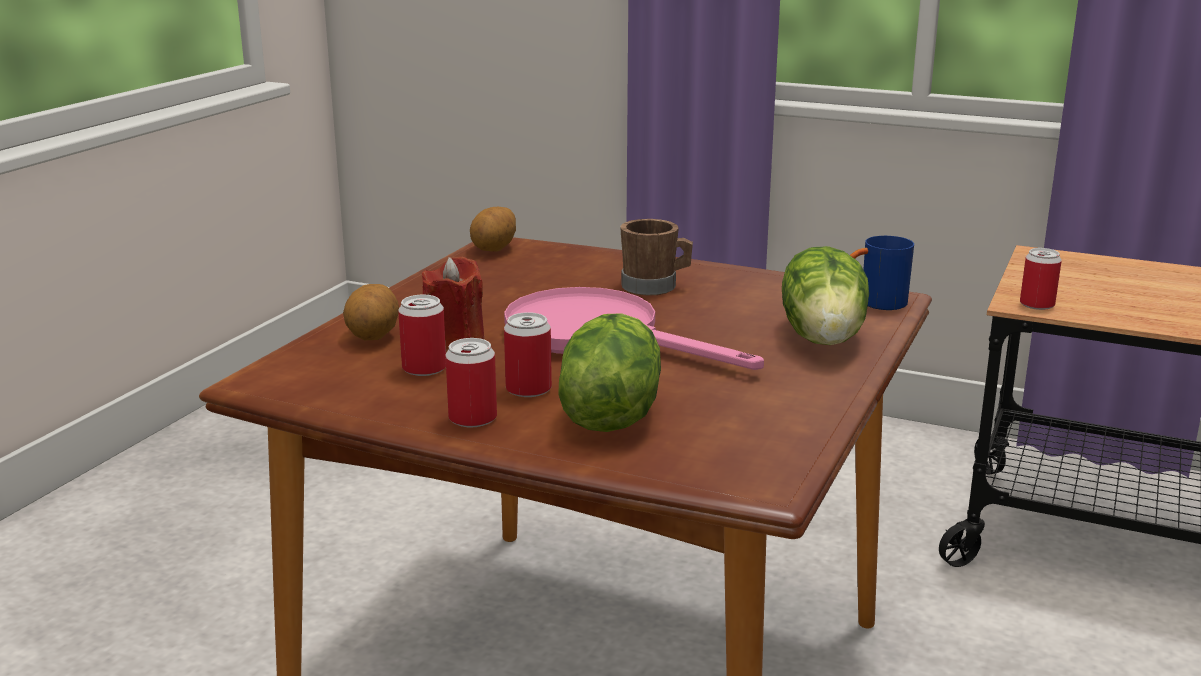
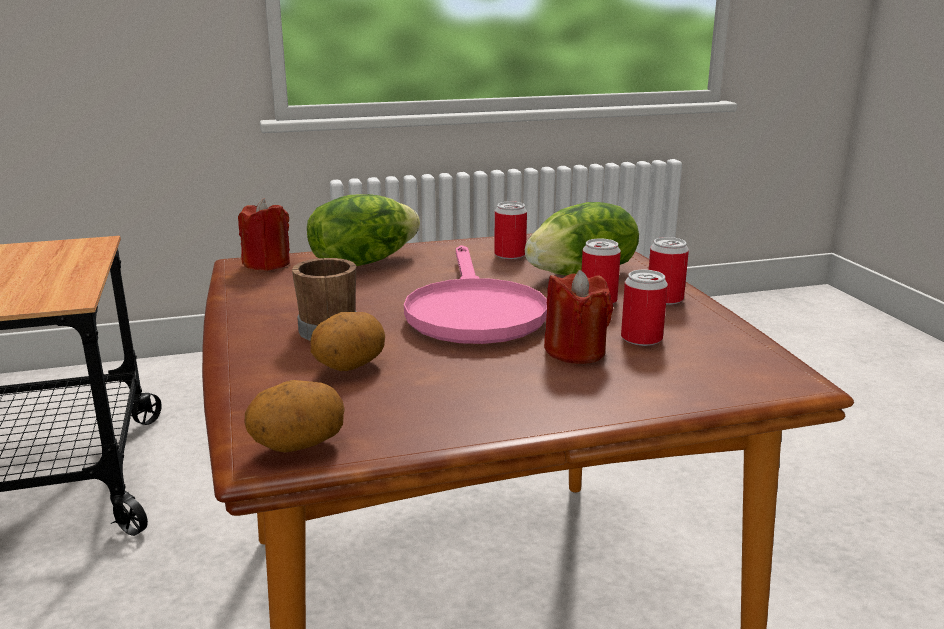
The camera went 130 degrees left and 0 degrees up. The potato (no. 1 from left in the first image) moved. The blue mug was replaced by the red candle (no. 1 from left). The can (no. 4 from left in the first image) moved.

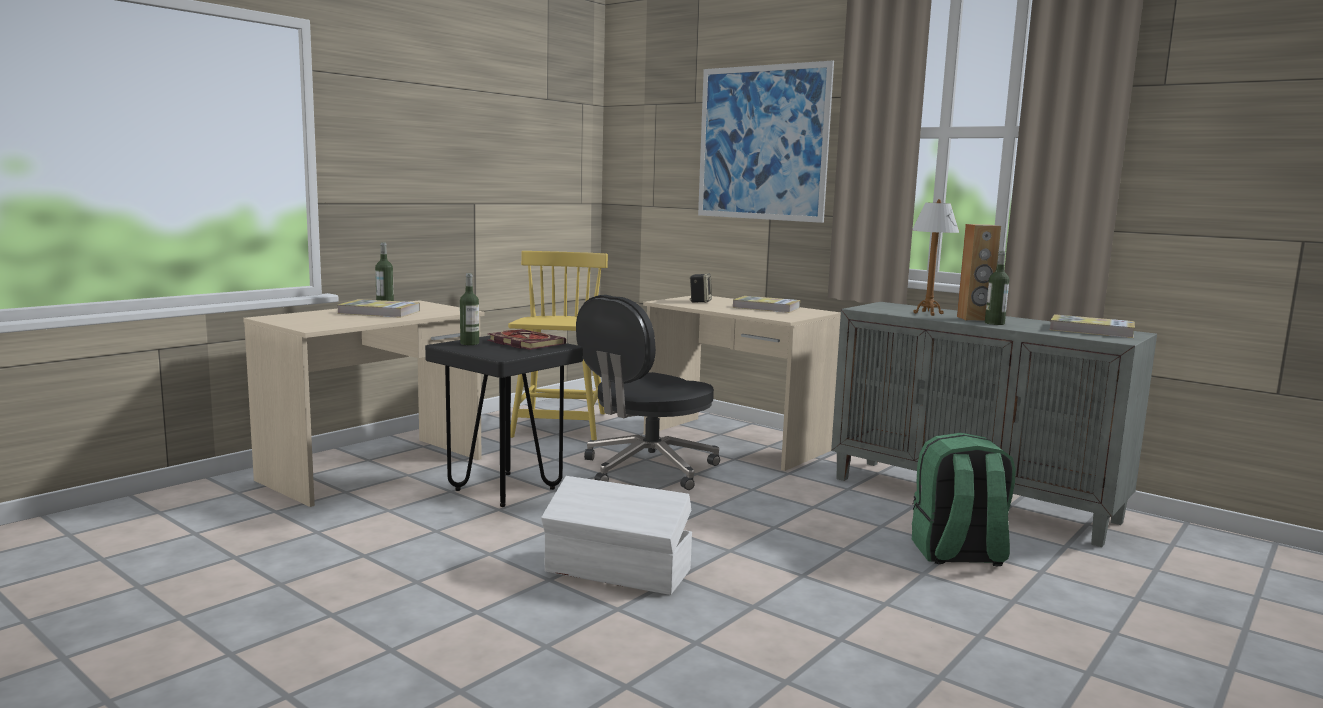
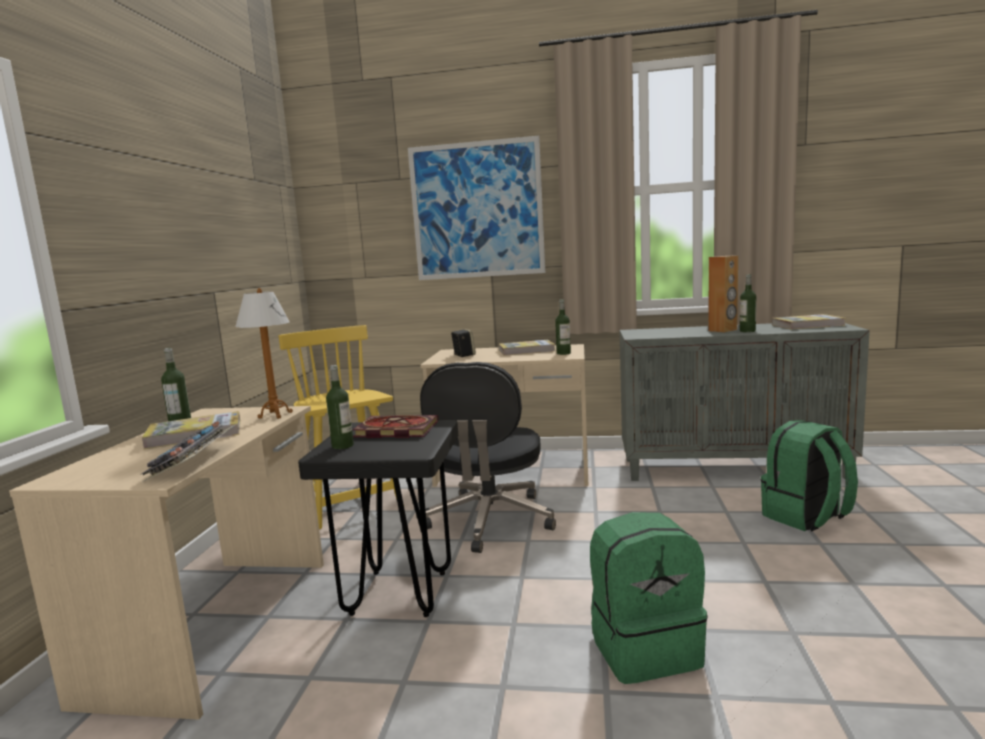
The camera went 30 degrees left and 0 degrees up. The white storage box was replaced by the green backpack (no. 1 from left). The table lamp moved. The keyboard appeared. The bottle (no. 3 from left) appeared.

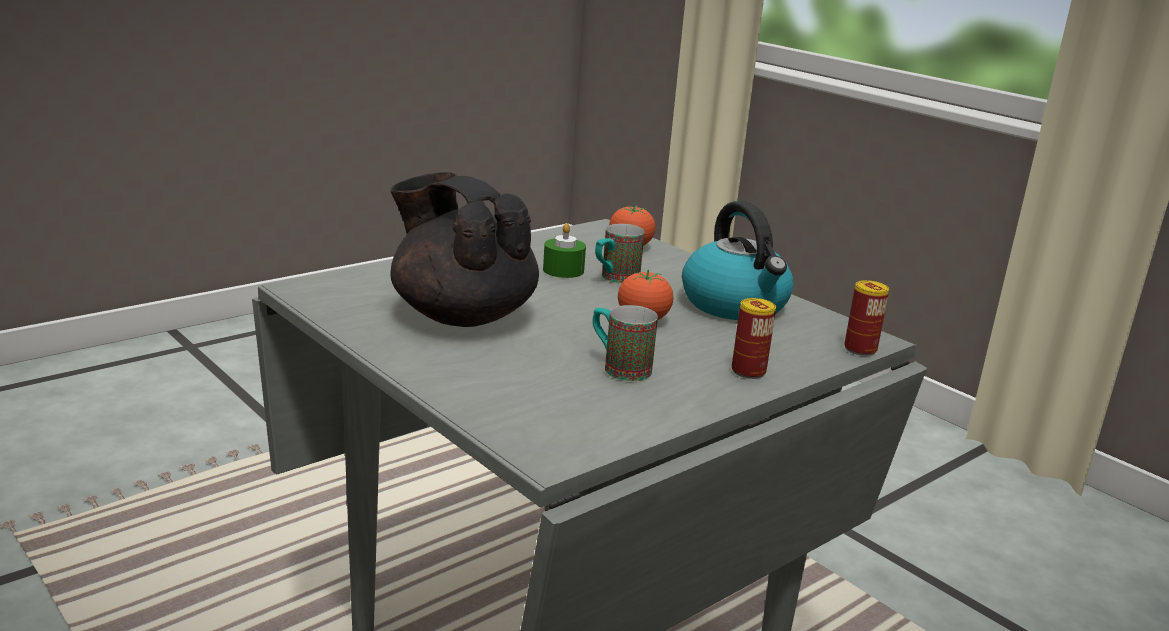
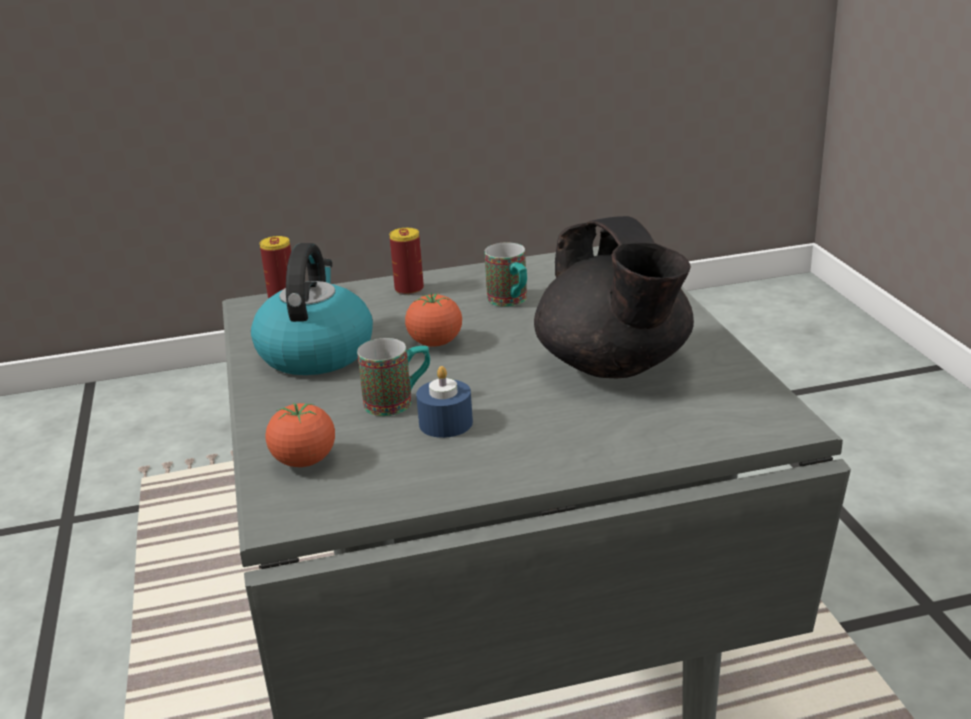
The camera went 150 degrees left and 5 degrees up. The green candle became the blue candle.

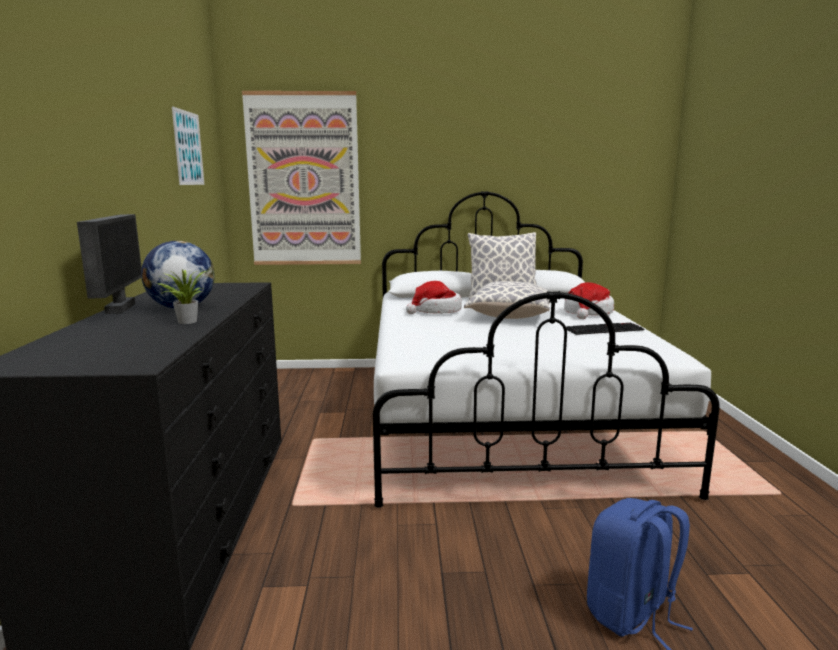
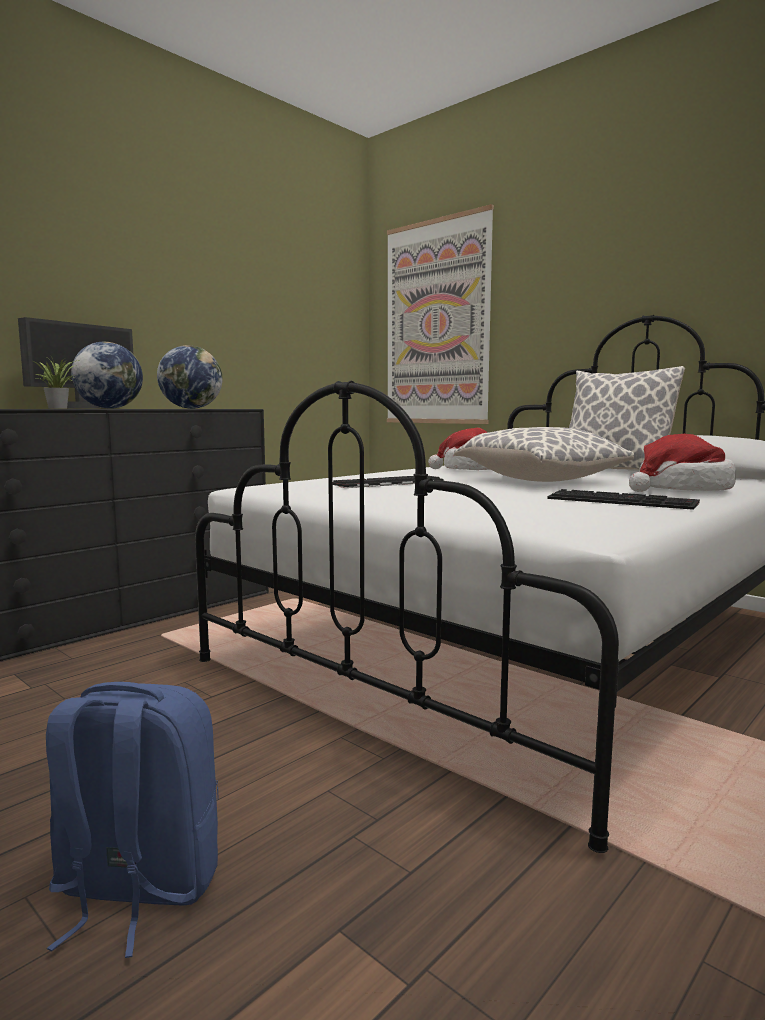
The camera went 45 degrees right and 5 degrees down. The picture (no. 1 from left) disappeared. The globe (no. 2 from left) appeared. The keyboard (no. 1 from left) appeared.

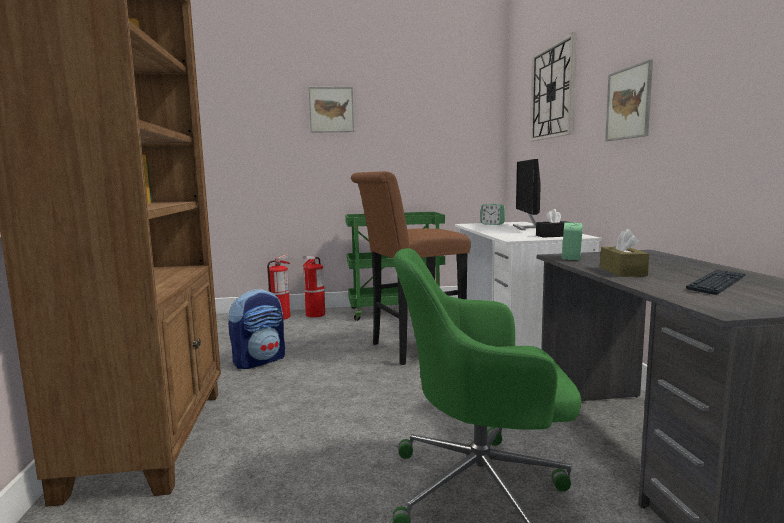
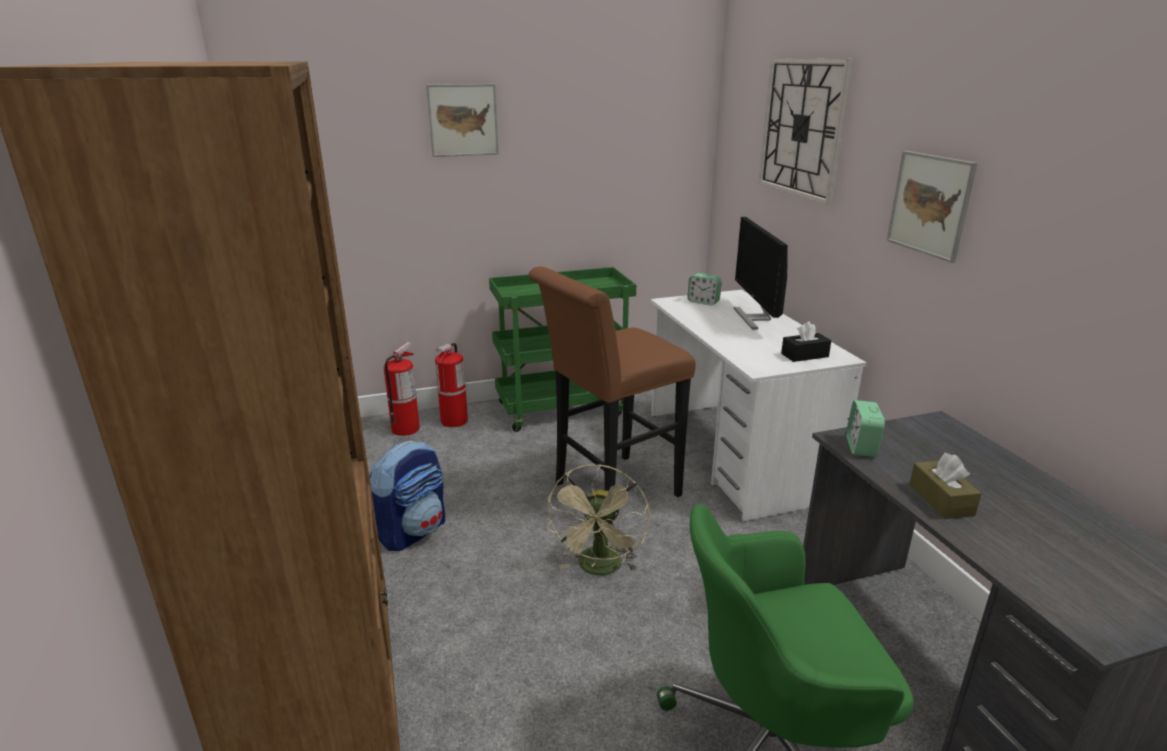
The camera went 10 degrees left and 15 degrees up. The keyboard disappeared. The beige fan appeared.

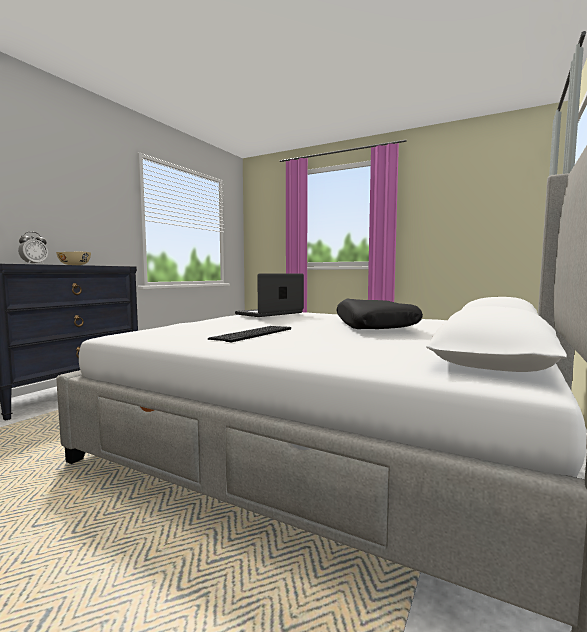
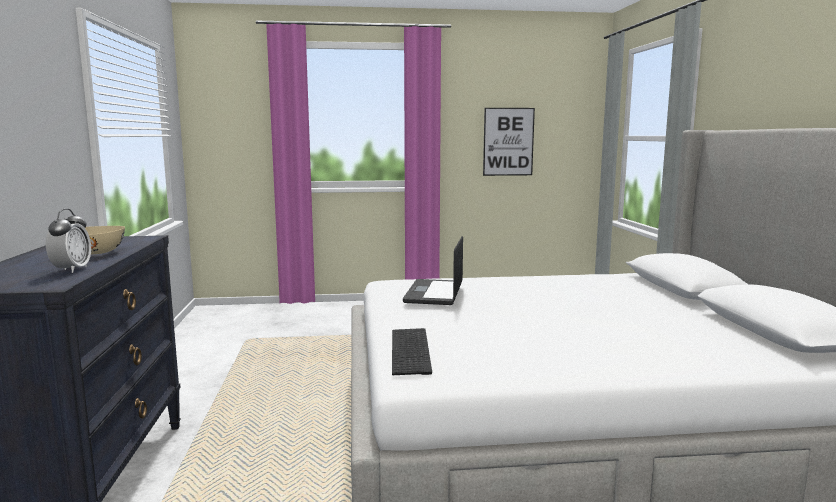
The camera went 35 degrees left and 5 degrees up. The keyboard moved. The black pillow disappeared. The picture appeared.

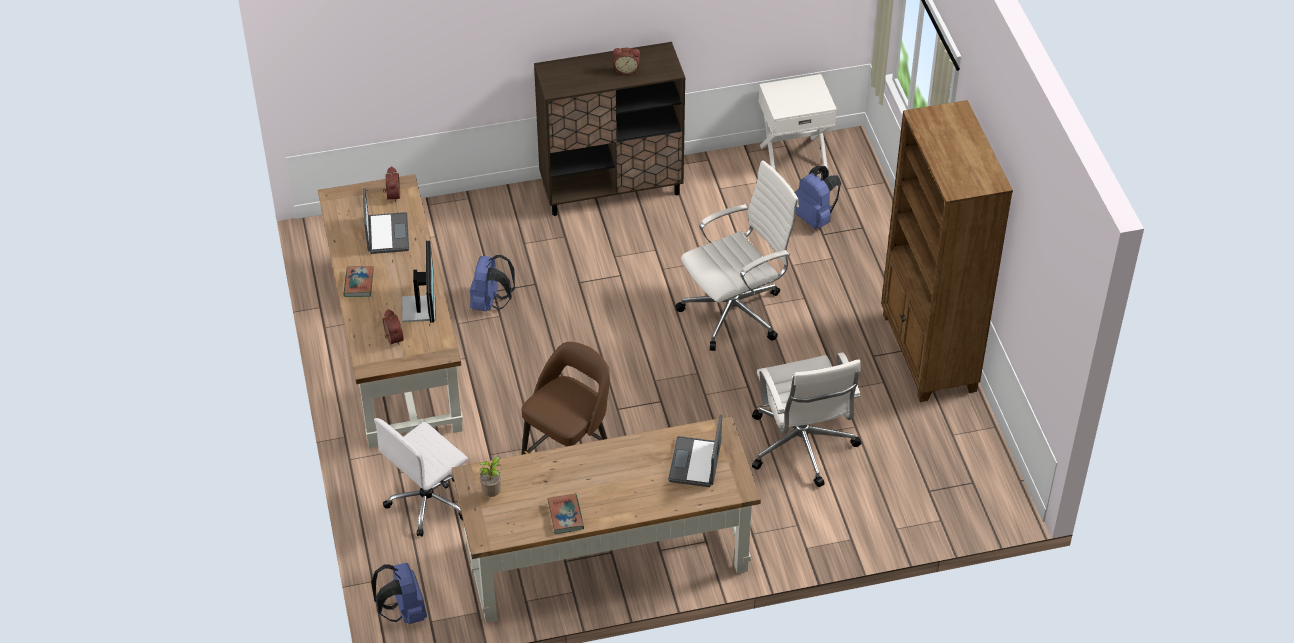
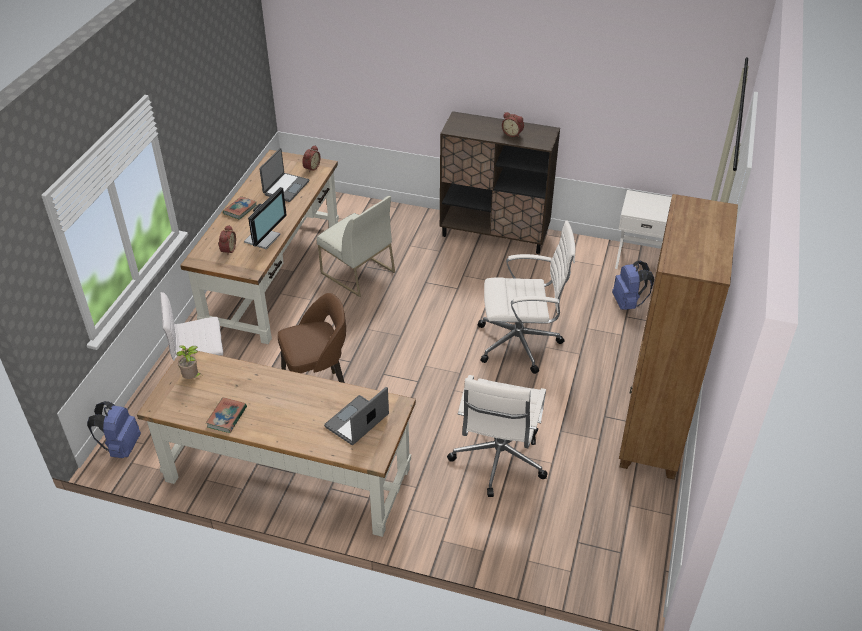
The camera went 30 degrees right and 5 degrees down. The blue backpack (no. 2 from left) was replaced by the white chair.

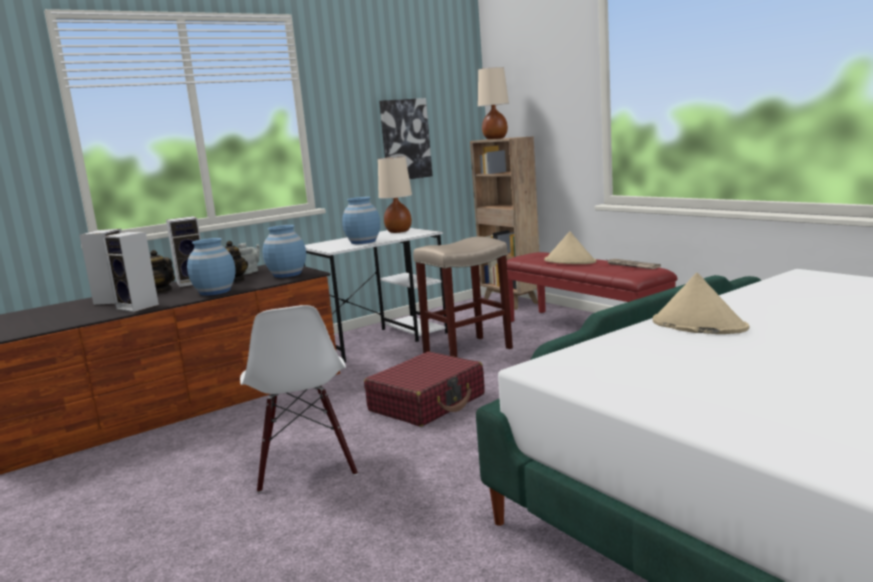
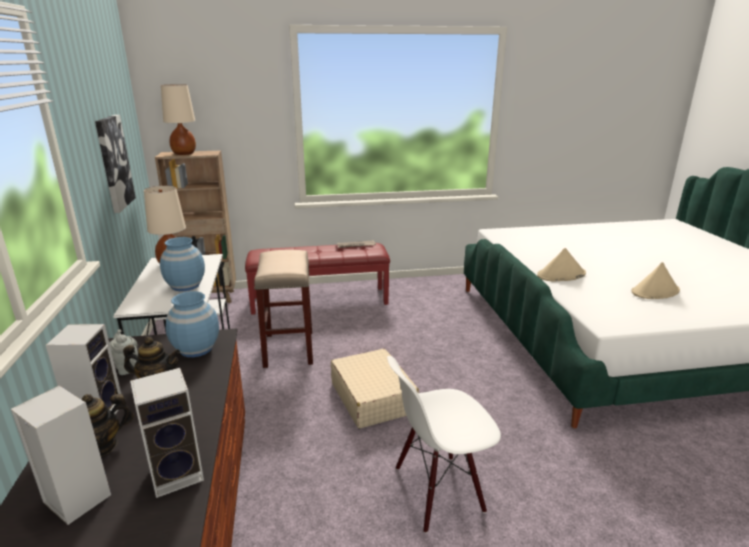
The camera went 65 degrees left and 10 degrees up. The blue vase (no. 1 from left) disappeared. The white chair turned 150 degrees clockwise. The red suitcase became the beige suitcase. The beige hat (no. 1 from left in the first image) moved.

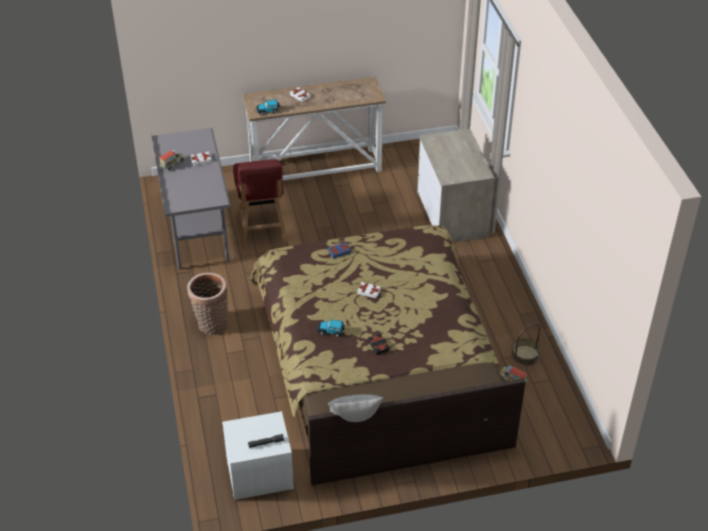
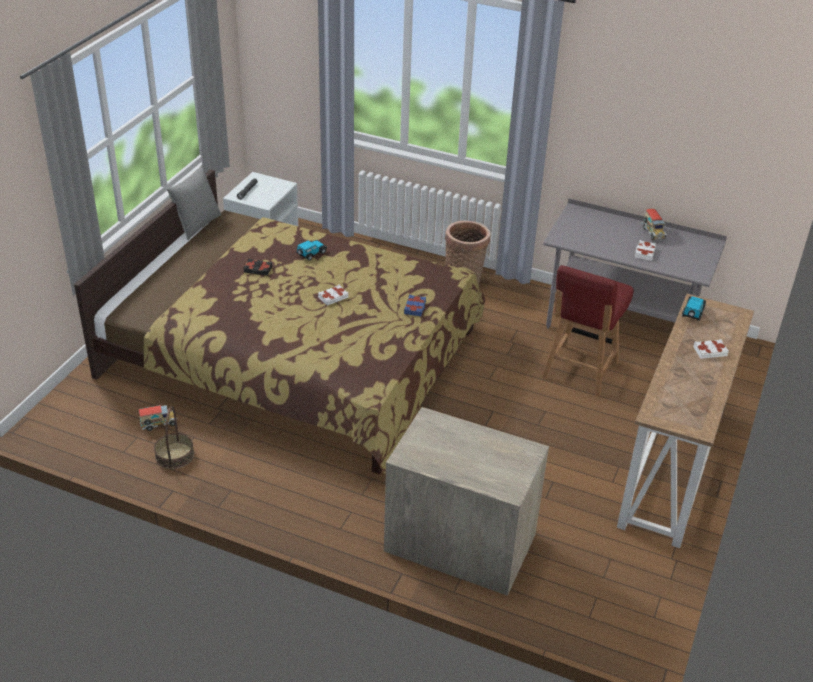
The camera went 125 degrees right and 5 degrees down. The red chair turned 90 degrees counterclockwise.

